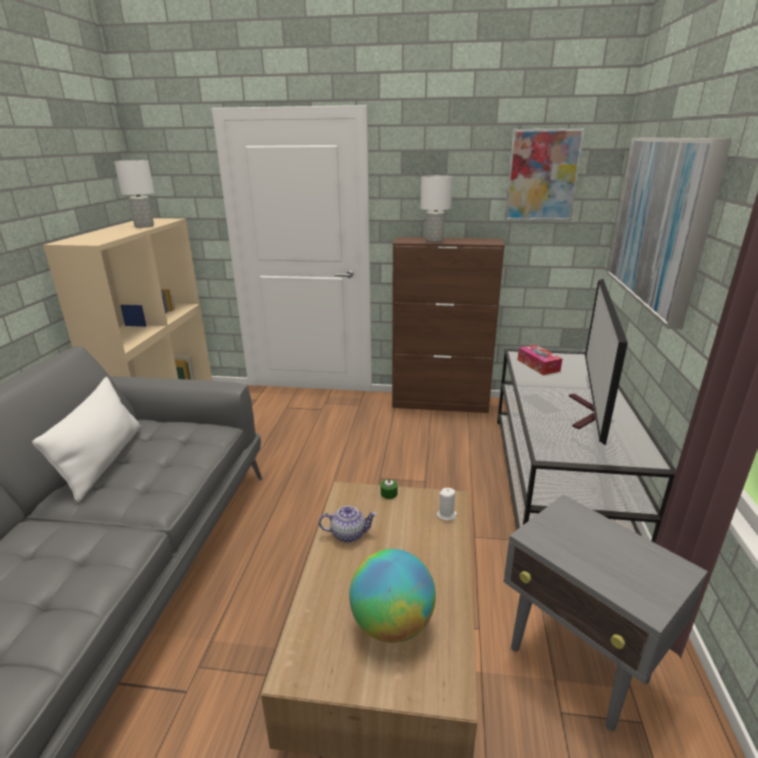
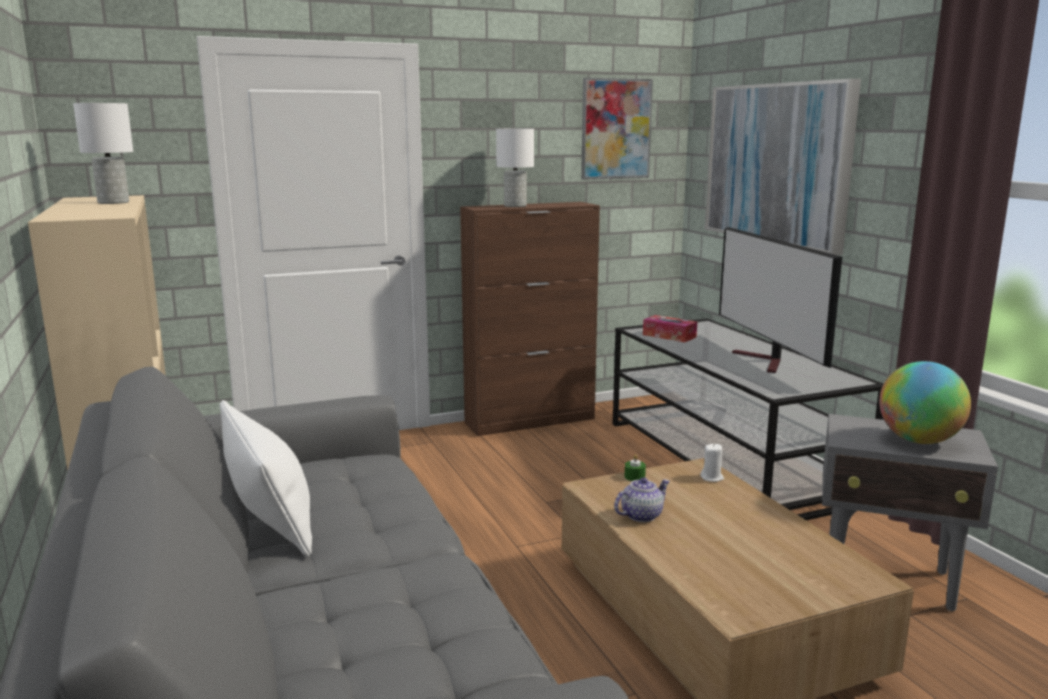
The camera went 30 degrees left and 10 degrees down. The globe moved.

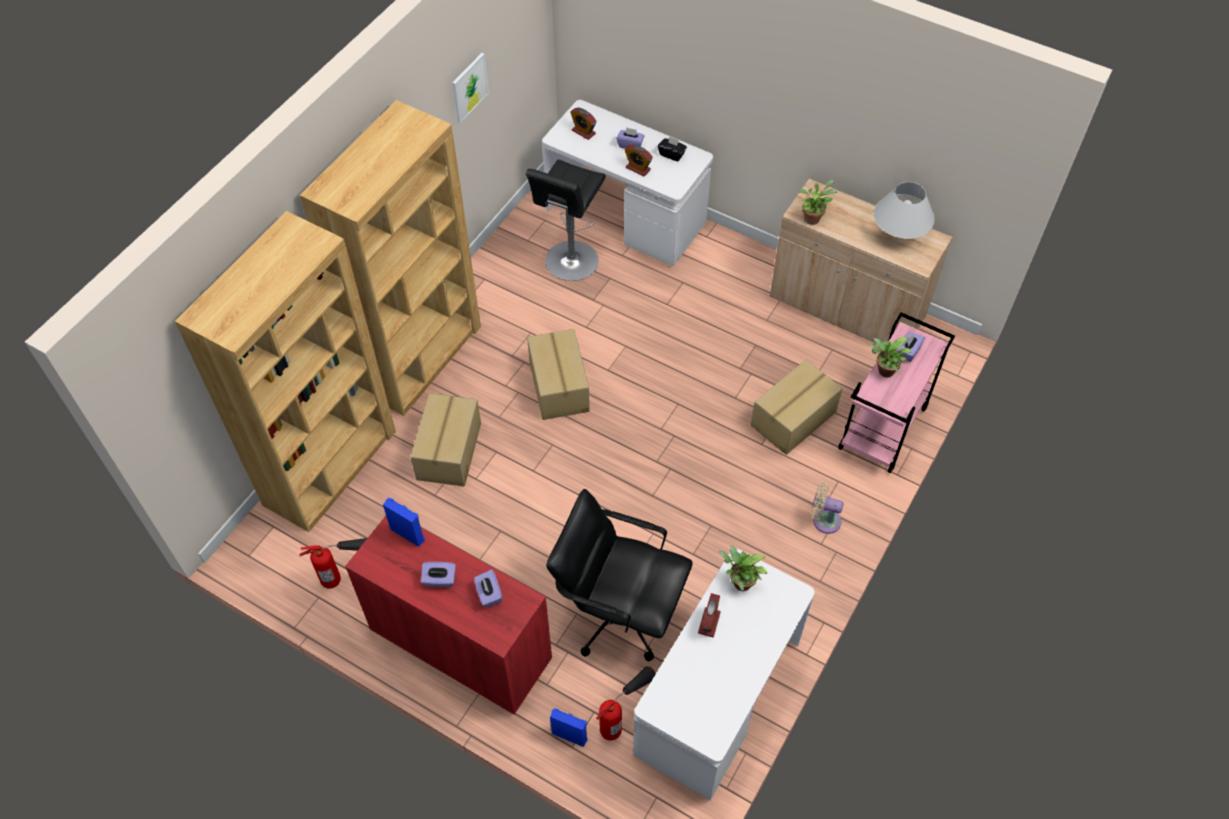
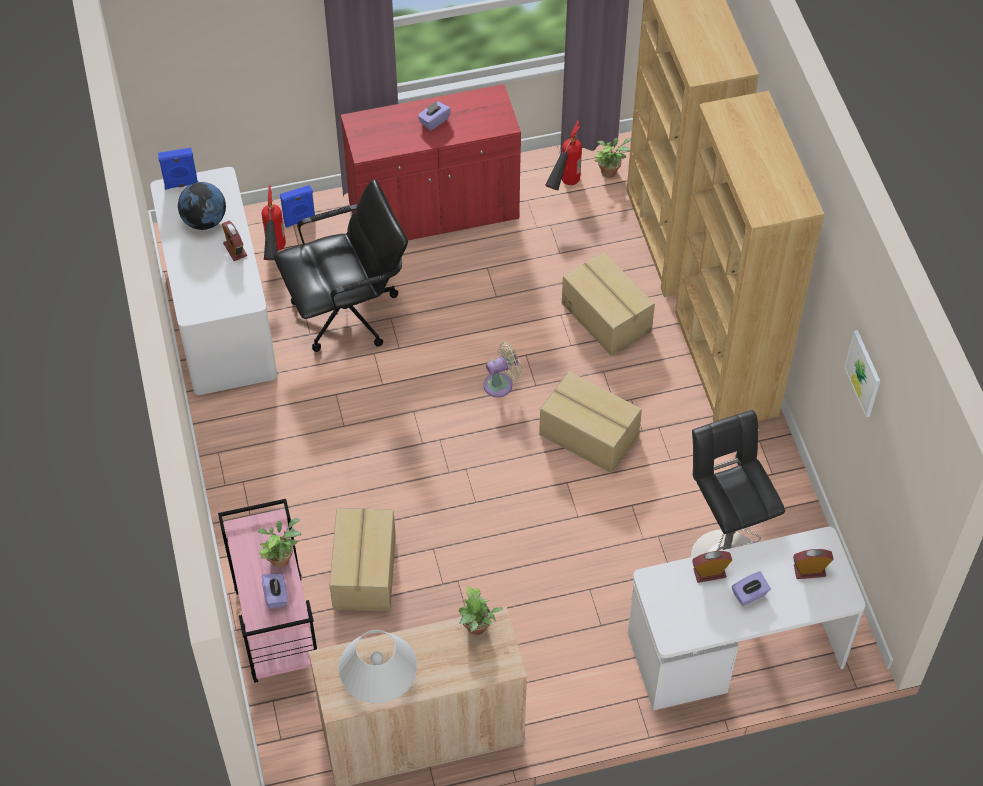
The camera went 135 degrees right and 0 degrees up. The blue speaker (no. 1 from left) moved. The purple tissue box (no. 2 from left) disappeared. The black tissue box disappeared. The potted plant (no. 1 from left in the first image) moved. The beige fan moved. The globe appeared.

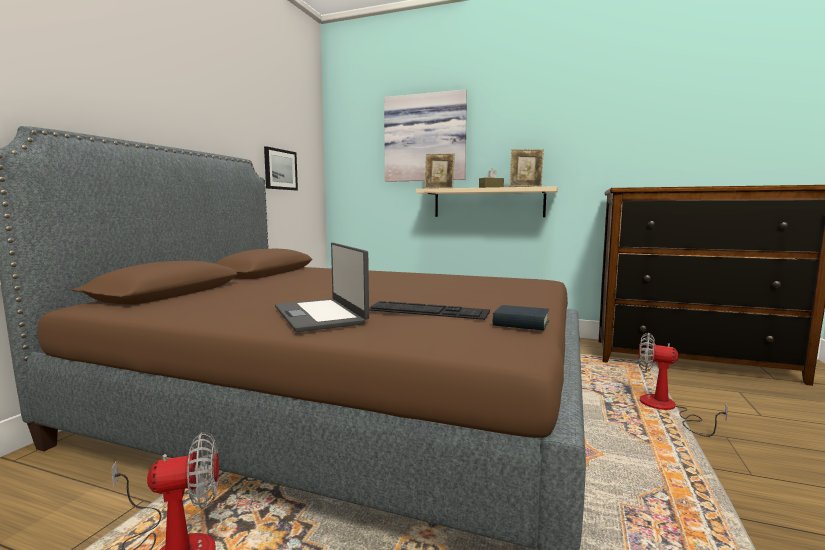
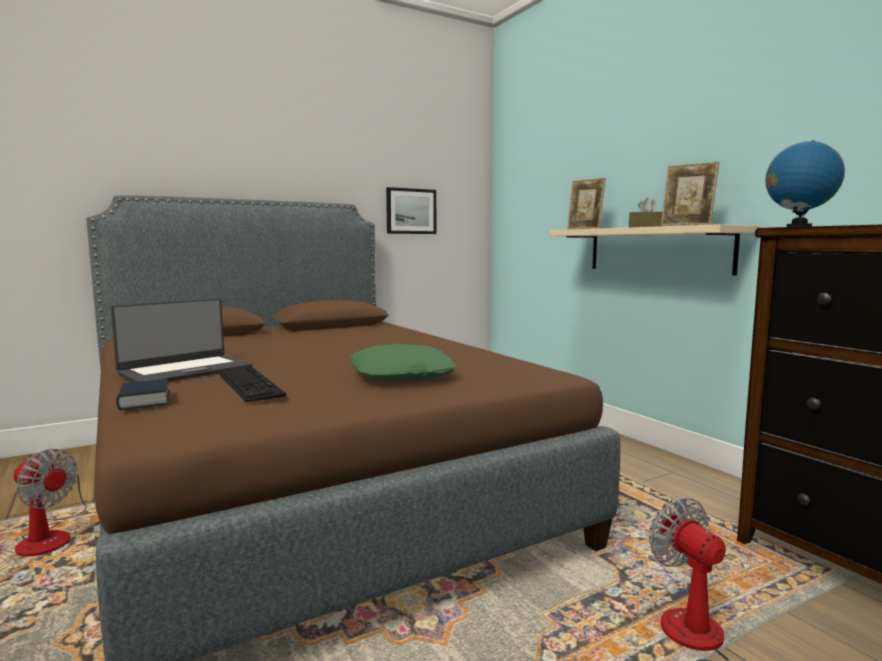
The camera went 40 degrees right and 0 degrees up. The laptop turned 150 degrees counterclockwise. The picture (no. 2 from left) disappeared. The book moved. The green pillow appeared. The globe appeared.

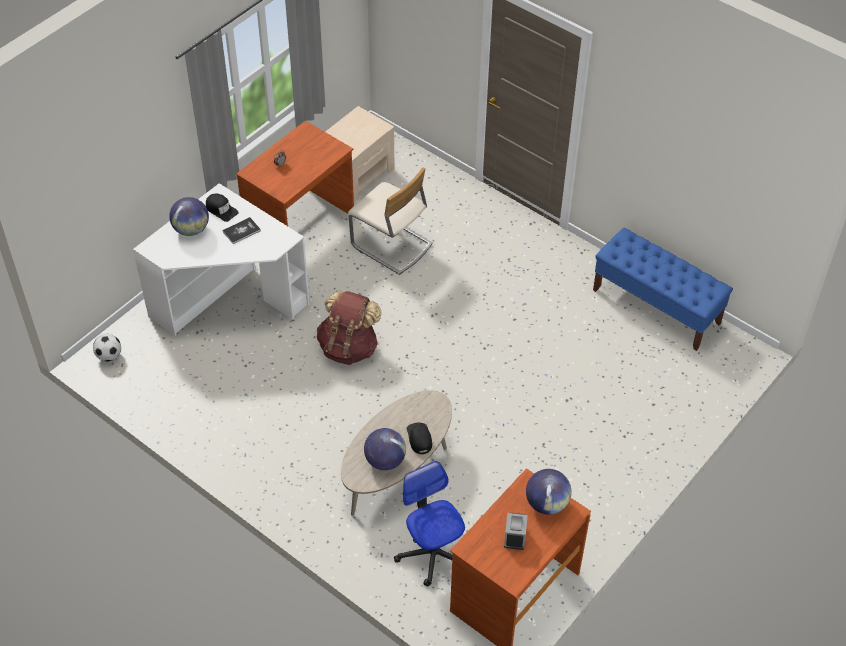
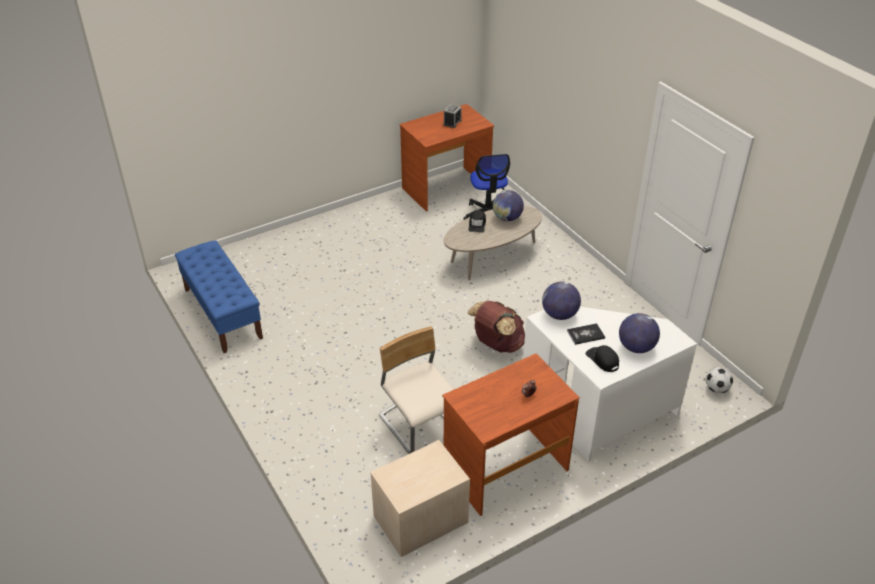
The camera went 160 degrees left and 10 degrees down. The globe (no. 3 from left in the first image) moved.

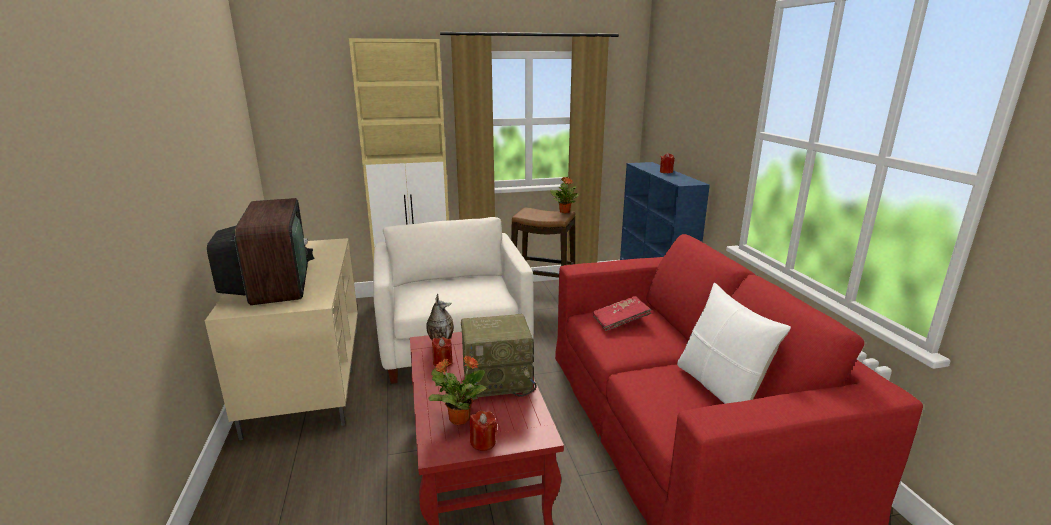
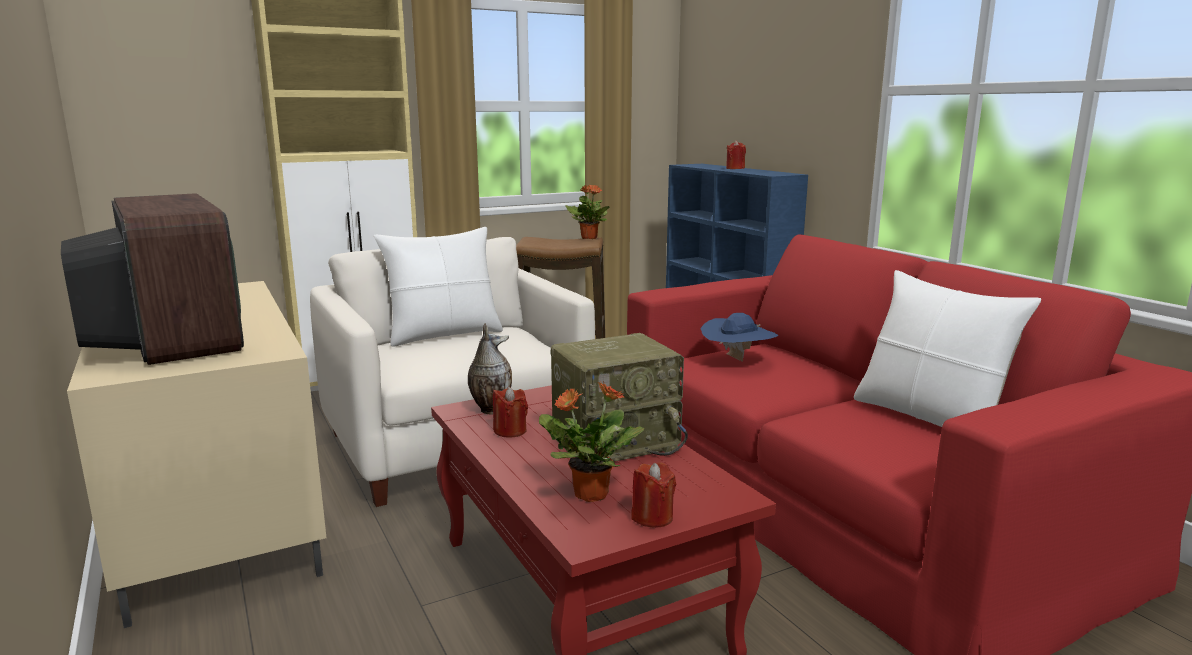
The camera went 15 degrees left and 5 degrees down. The red book was replaced by the blue hat. The white pillow (no. 1 from left) appeared.

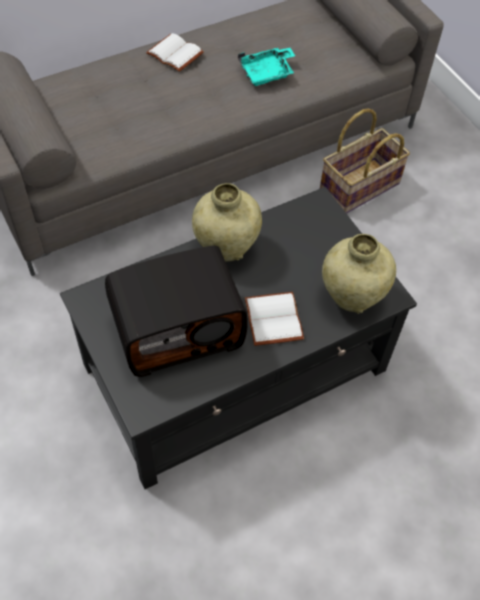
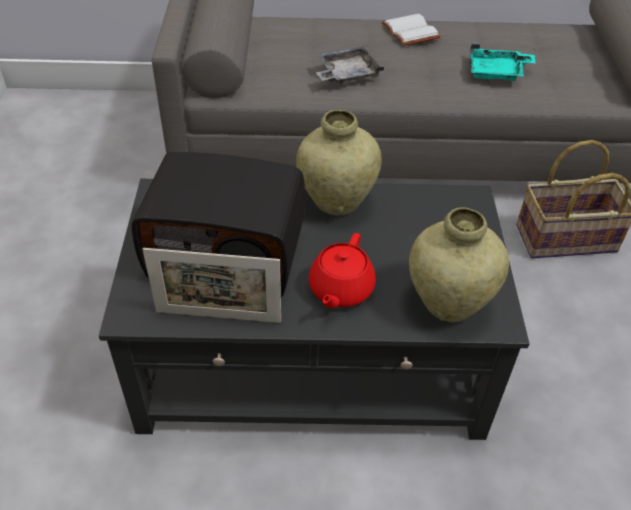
The camera went 30 degrees right and 10 degrees down. The white book (no. 2 from left) was replaced by the red teapot. The picture frame appeared. The grey tray appeared.

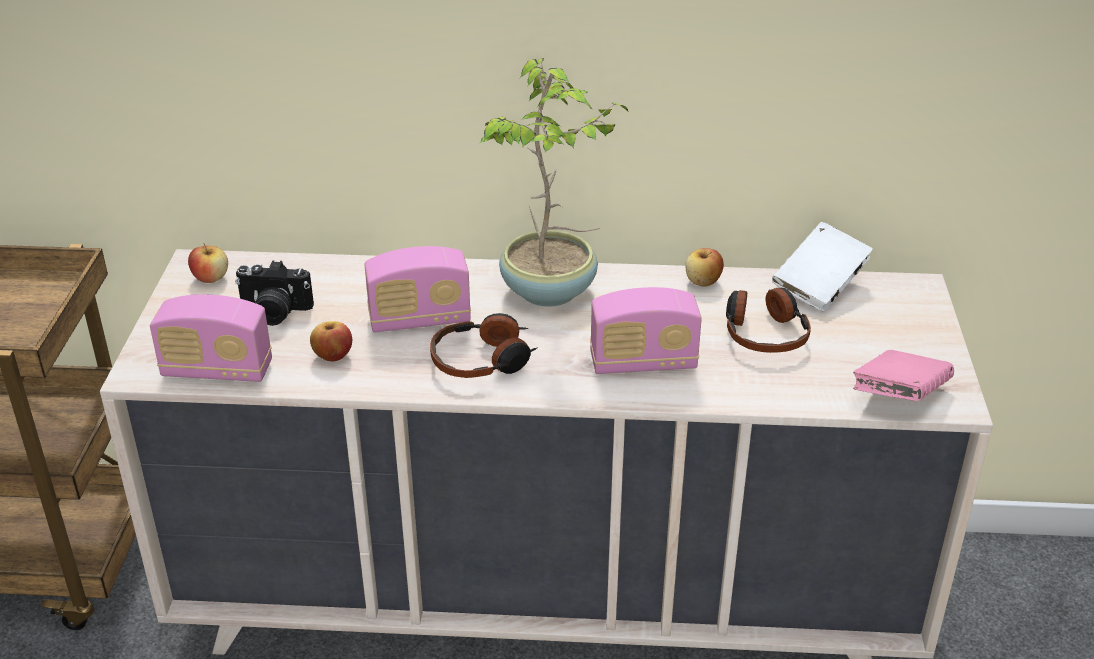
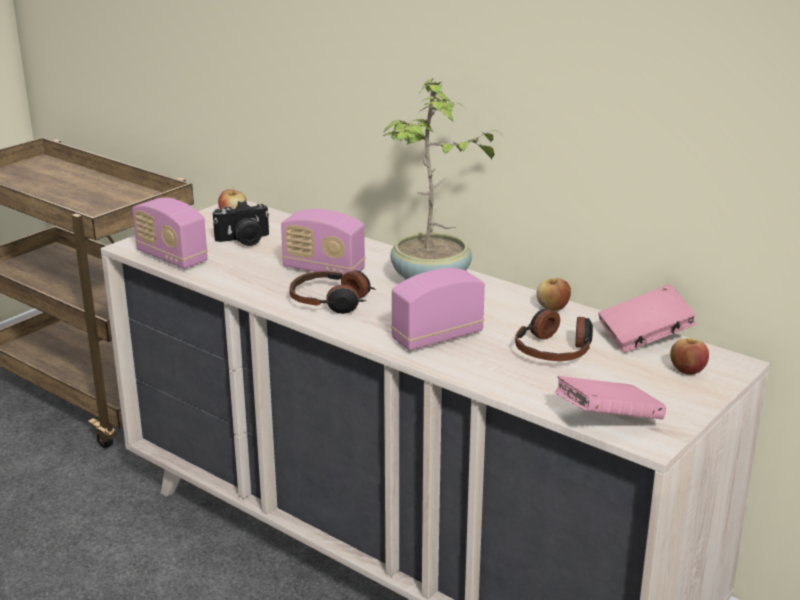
The camera went 35 degrees right and 10 degrees down. The photo camera turned 60 degrees counterclockwise. The apple (no. 2 from left in the first image) moved. The radio (no. 3 from left) turned 120 degrees clockwise. The white book became the pink book (no. 2 from left).

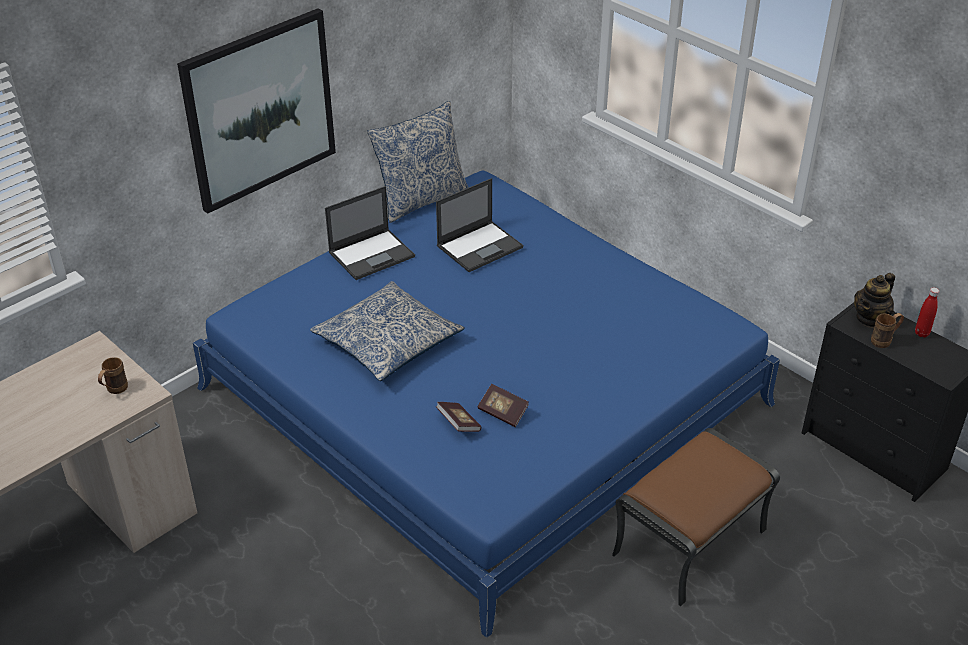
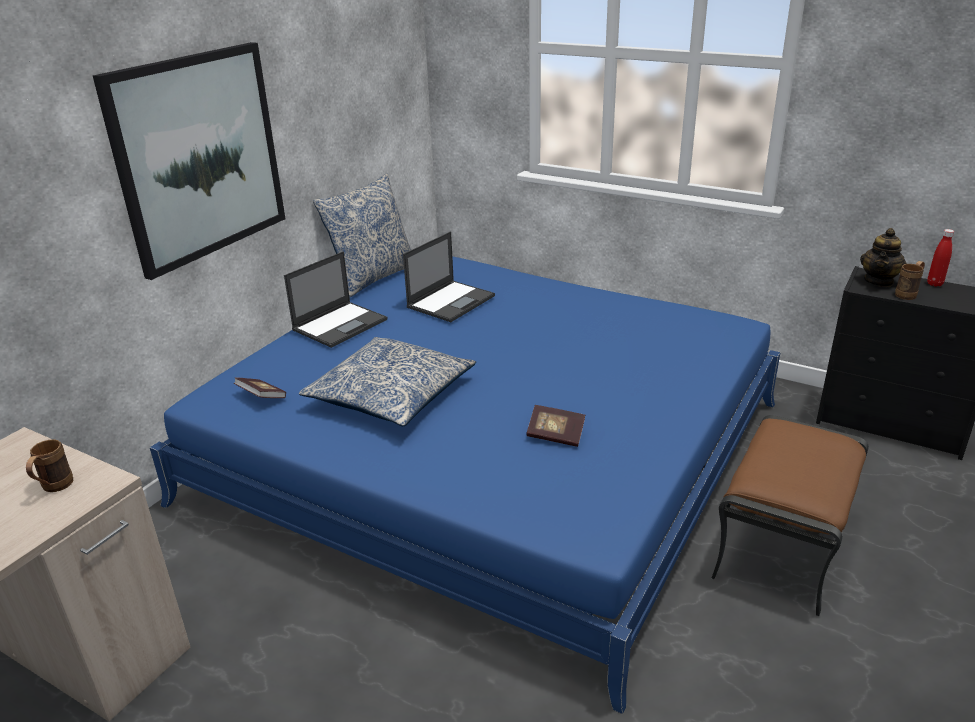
The camera went 15 degrees left and 10 degrees down. The book (no. 1 from left) moved.

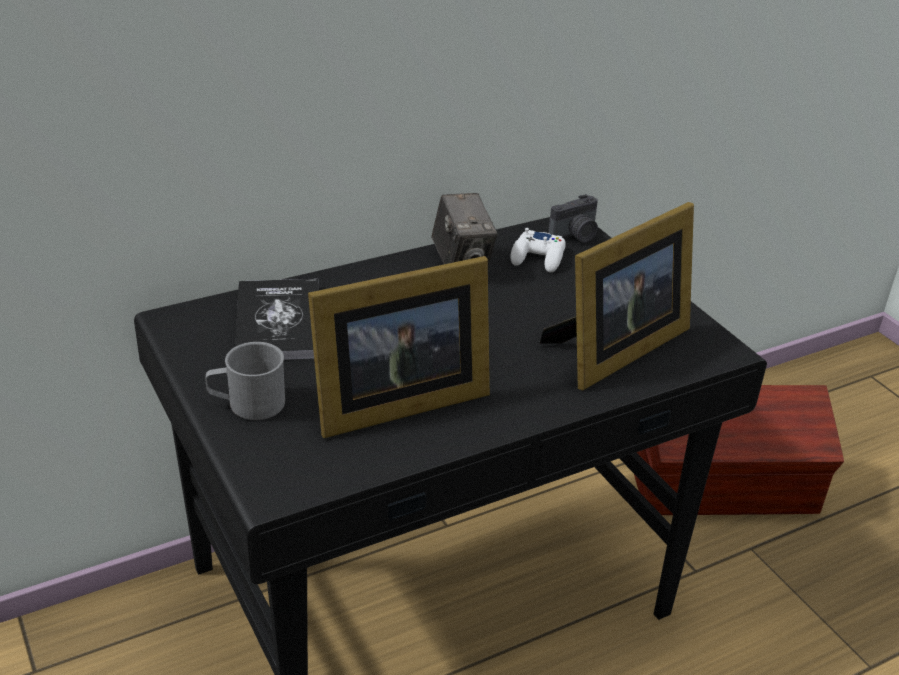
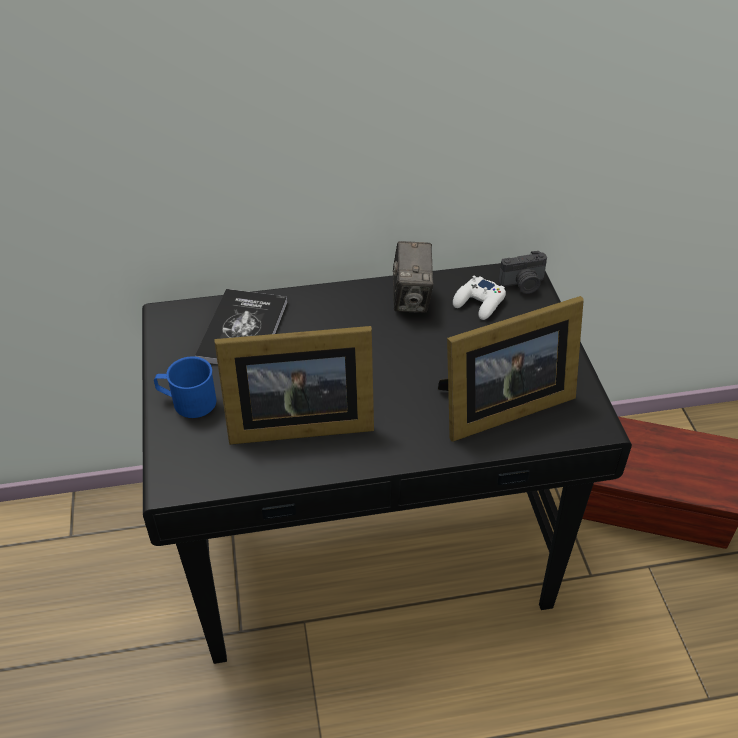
The camera went 20 degrees right and 10 degrees up. The grey mug became the blue mug.

